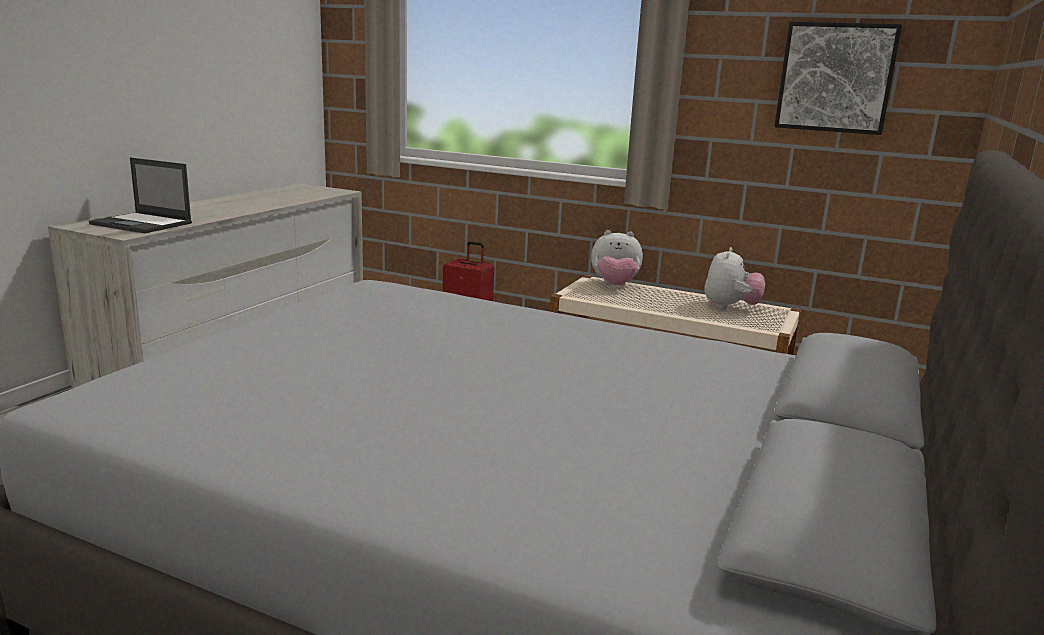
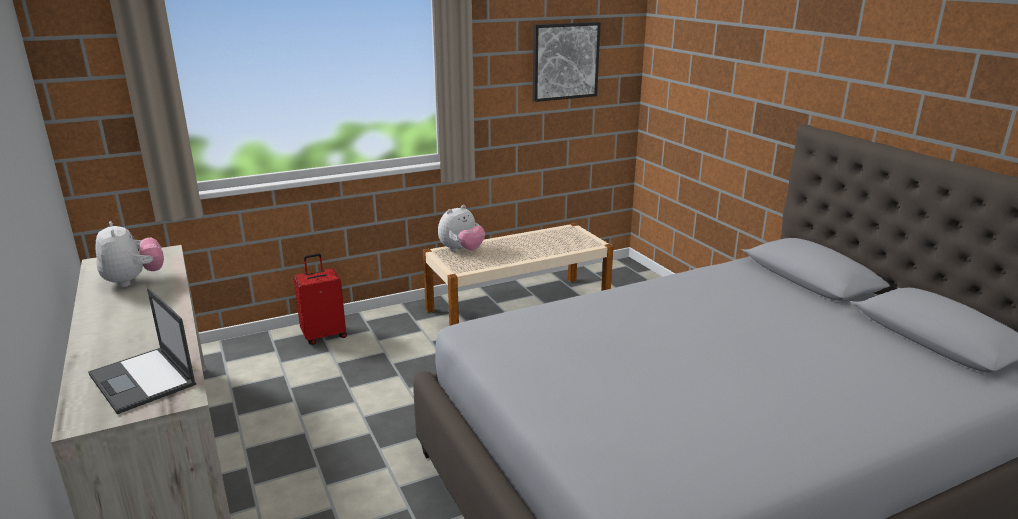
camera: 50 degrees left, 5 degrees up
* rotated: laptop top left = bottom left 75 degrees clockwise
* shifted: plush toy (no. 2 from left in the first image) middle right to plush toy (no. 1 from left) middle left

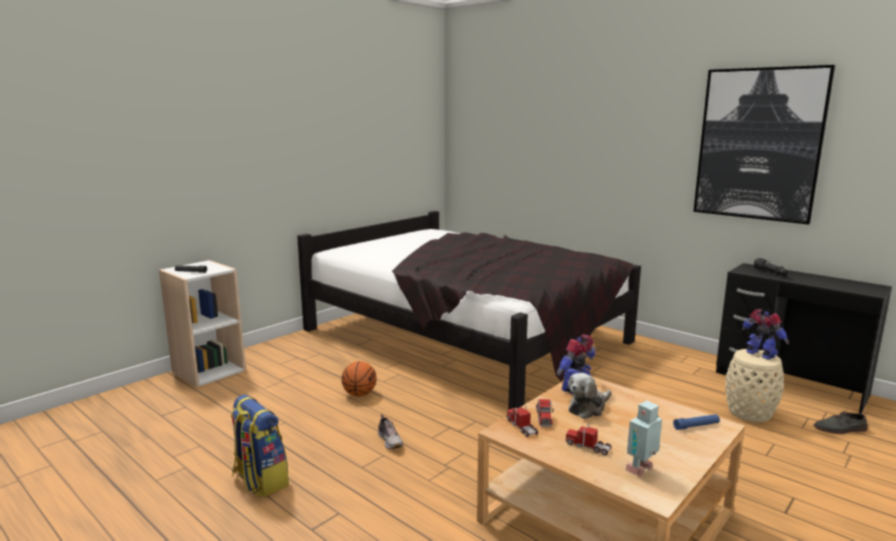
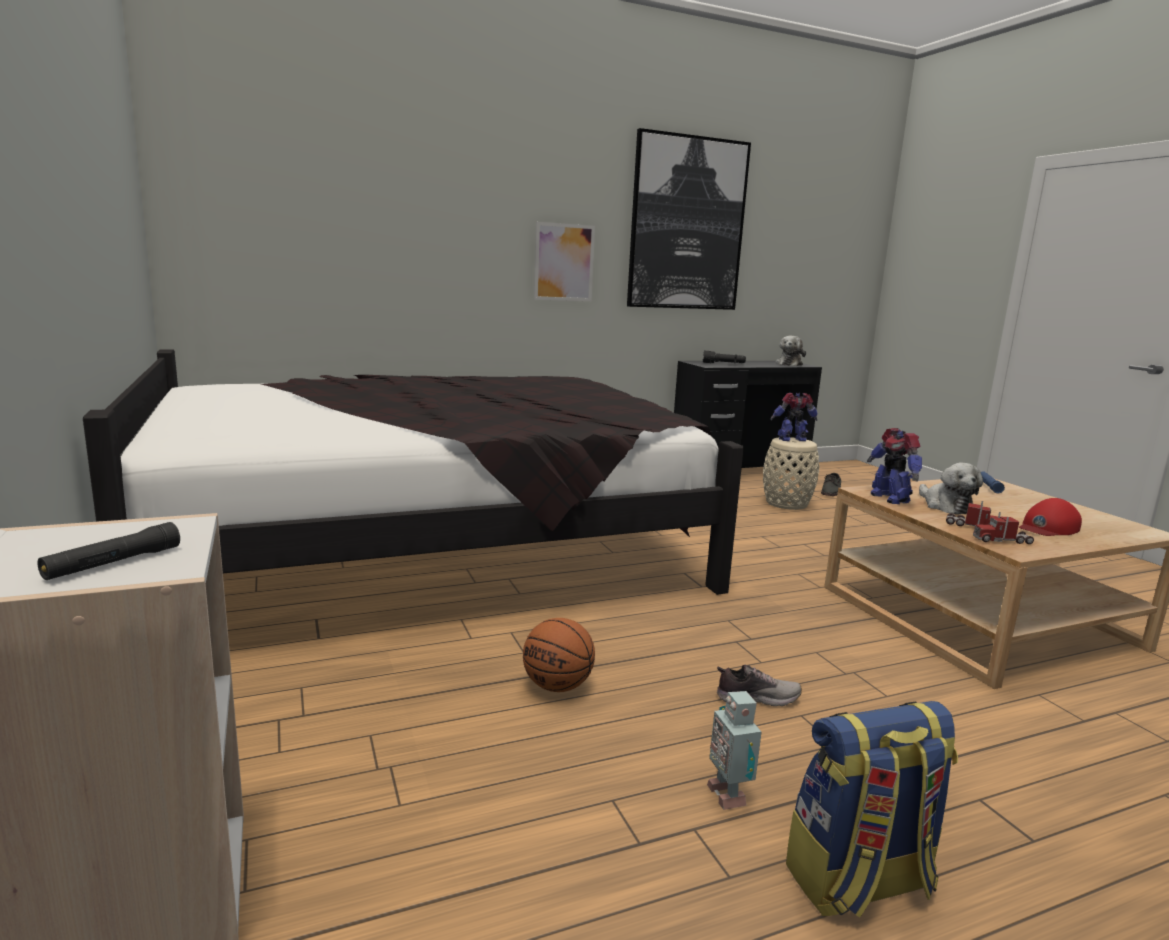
camera: 65 degrees left, 0 degrees up
* new: picture (no. 1 from left) top centre
* shifted: toy robot (no. 2 from left in the first image) bottom right to toy robot (no. 1 from left) bottom centre
* new: plush toy (no. 1 from left) middle right
* swapped: toy truck (no. 3 from left) bottom centre to red cap middle right

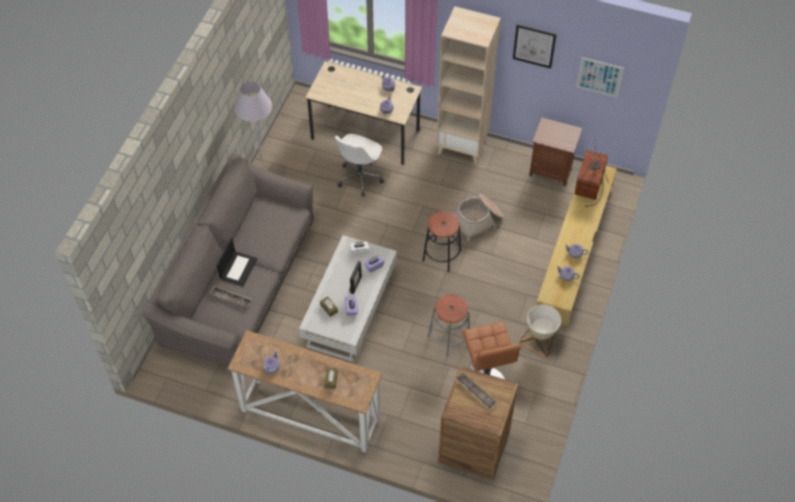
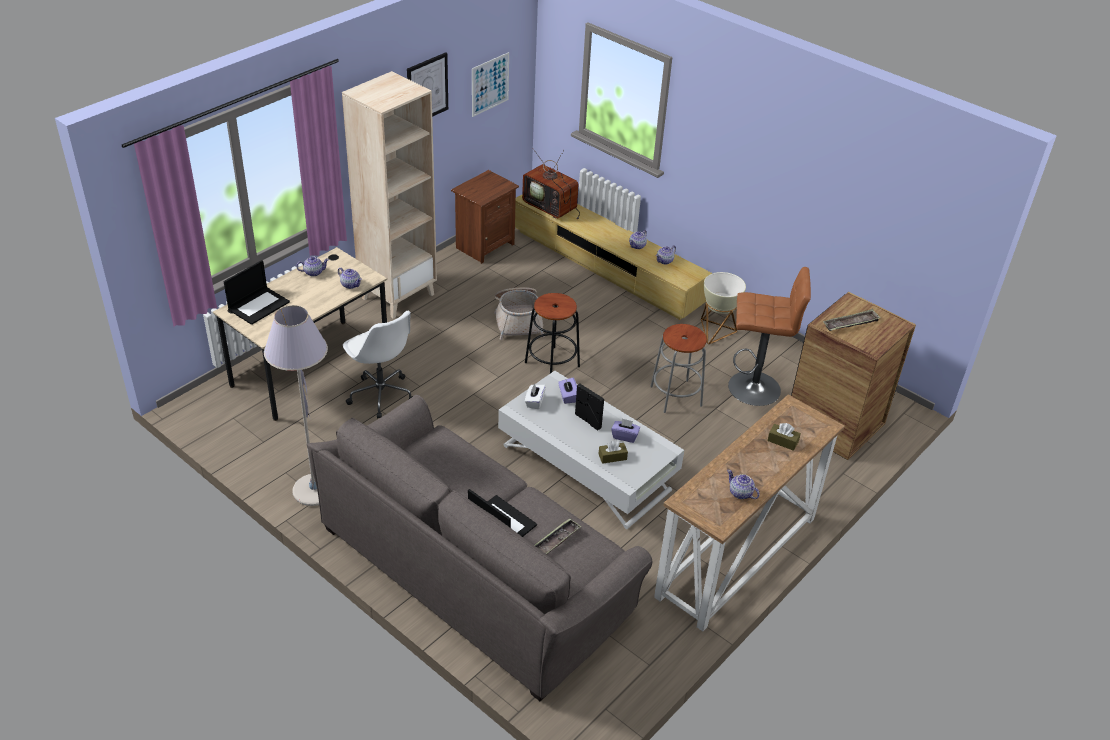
camera: 70 degrees left, 15 degrees down
* new: laptop (no. 1 from left) middle left

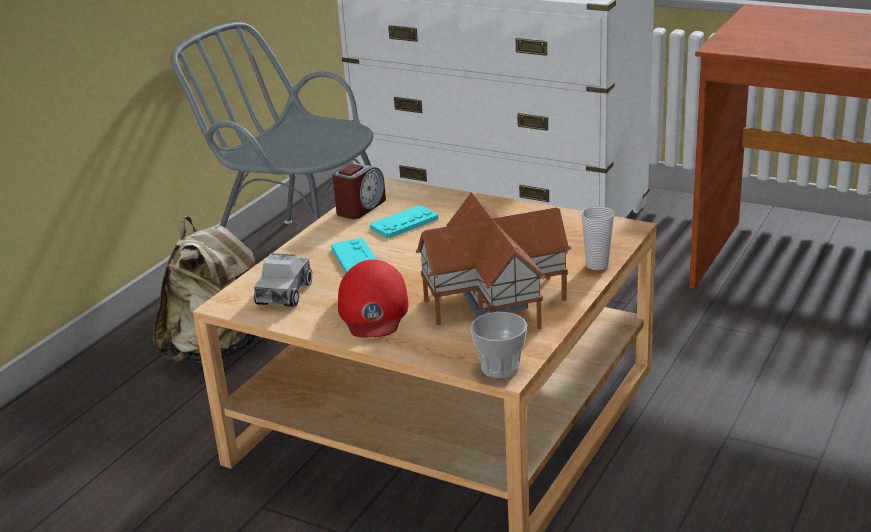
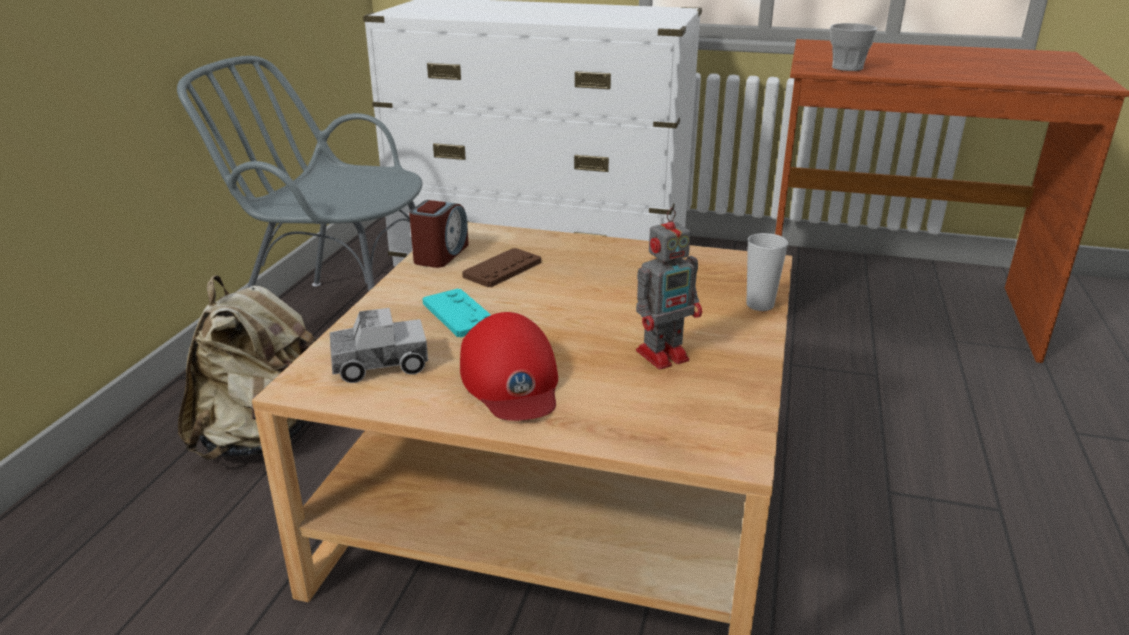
camera: 15 degrees left, 0 degrees up
* rotated: toy truck middle left = centre 105 degrees counterclockwise
* repainted: turquoise game controller (no. 2 from left) centre to brown game controller centre
* swapped: toy house centre to toy robot centre
* shifted: cup (no. 1 from left in the first image) centre to cup (no. 2 from left) top right

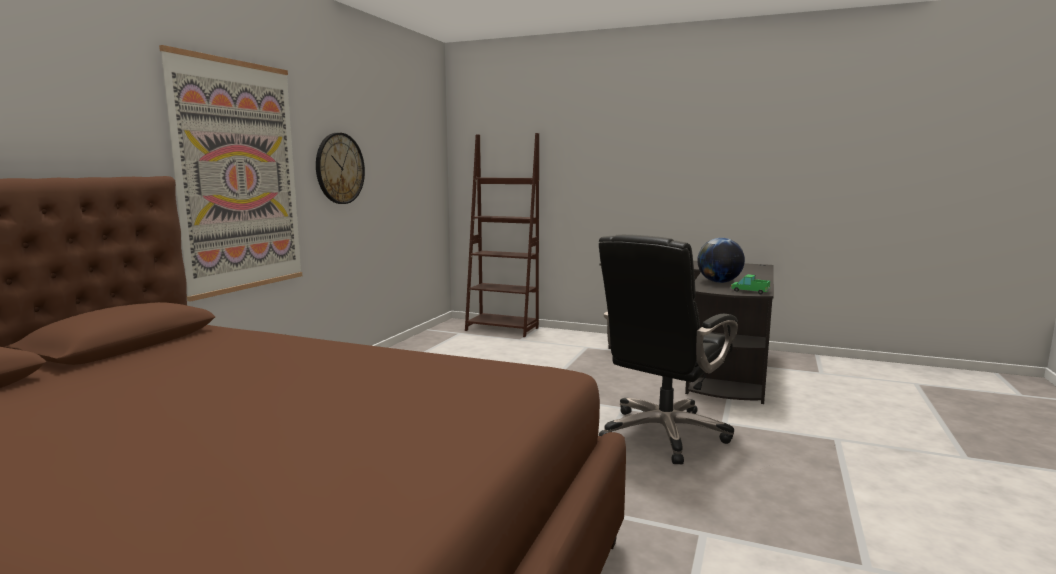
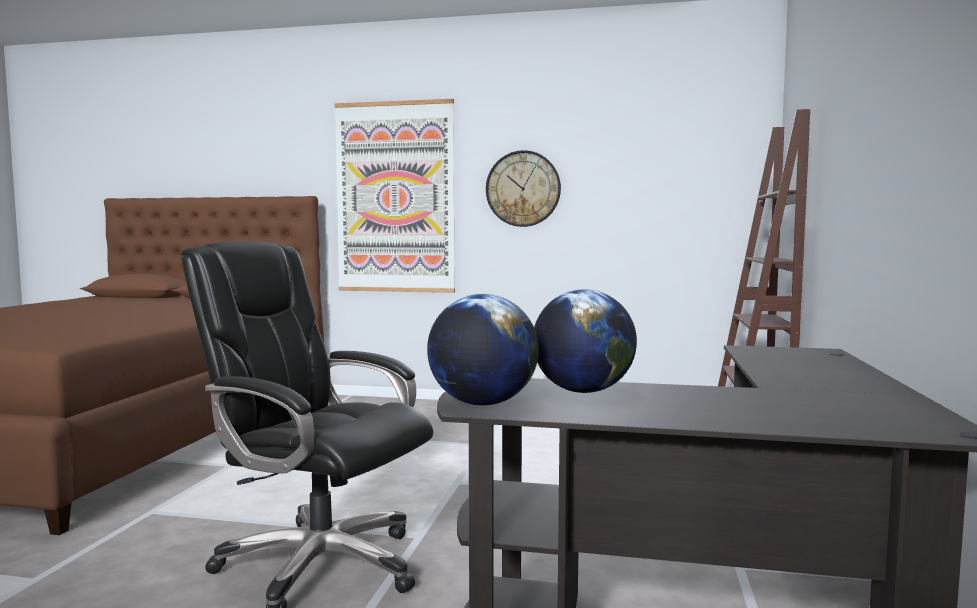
camera: 80 degrees right, 5 degrees down
* swapped: toy truck middle right to globe (no. 1 from left) centre

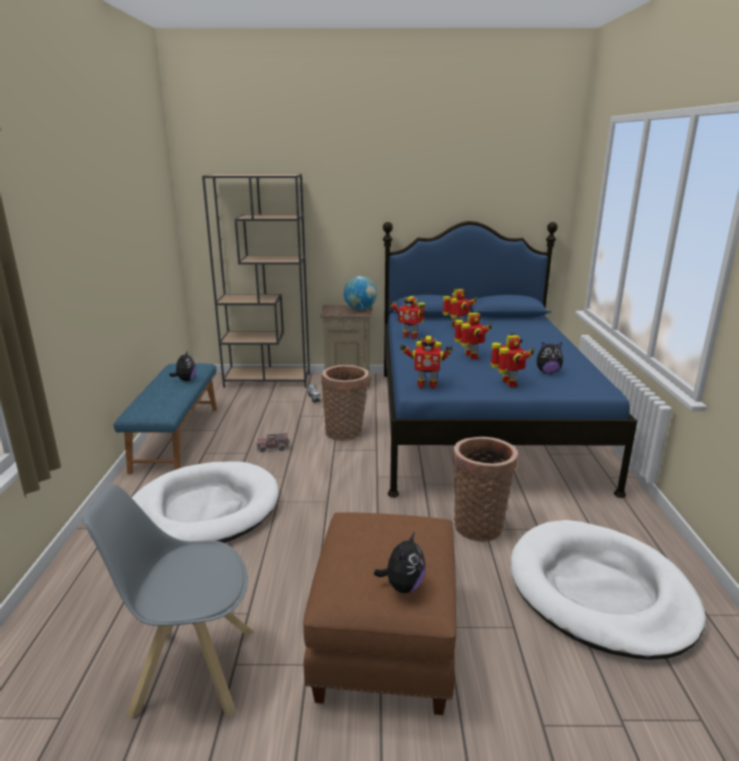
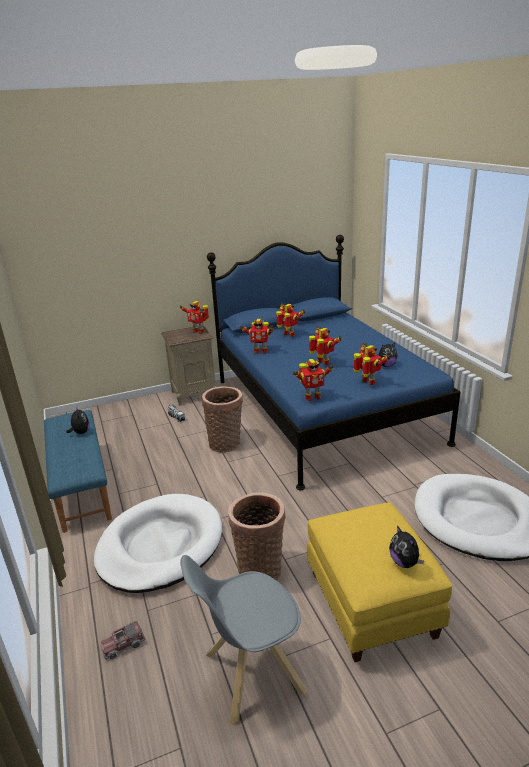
camera: 20 degrees left, 5 degrees up
* shifted: toy truck (no. 1 from left) centre to bottom left
* swapped: globe centre to toy robot (no. 1 from left) centre
* shifted: basket (no. 2 from left) centre to bottom centre
* repainted: brown ottoman bottom centre to yellow ottoman bottom right
* rotated: plush toy (no. 2 from left in the first image) bottom centre = bottom right 150 degrees clockwise
* gone: bookcase centre

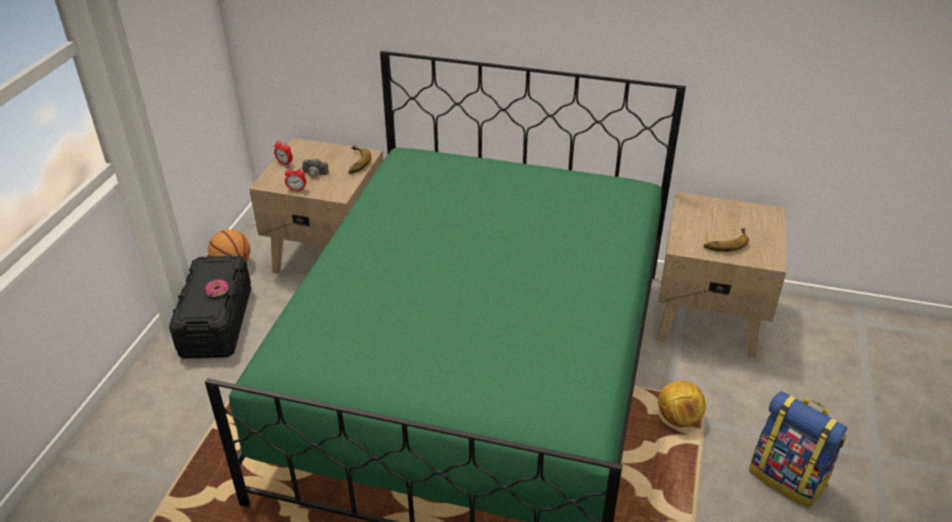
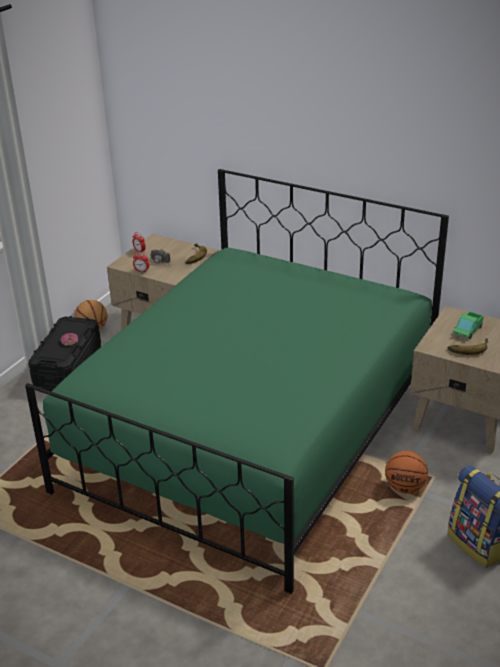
camera: 15 degrees right, 5 degrees down
* swapped: football bottom right to basketball (no. 2 from left) bottom right
* new: toy truck middle right

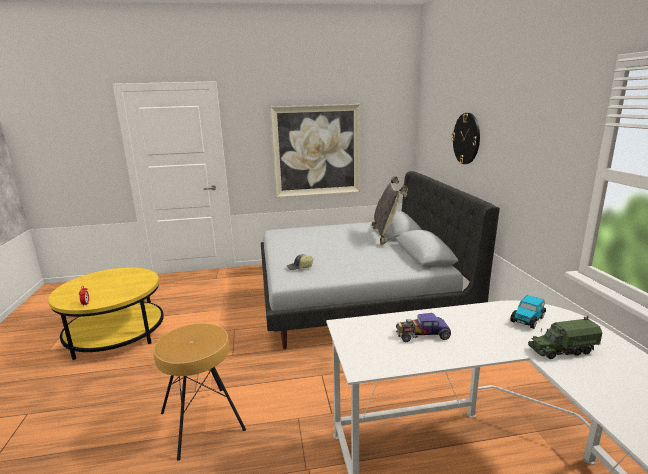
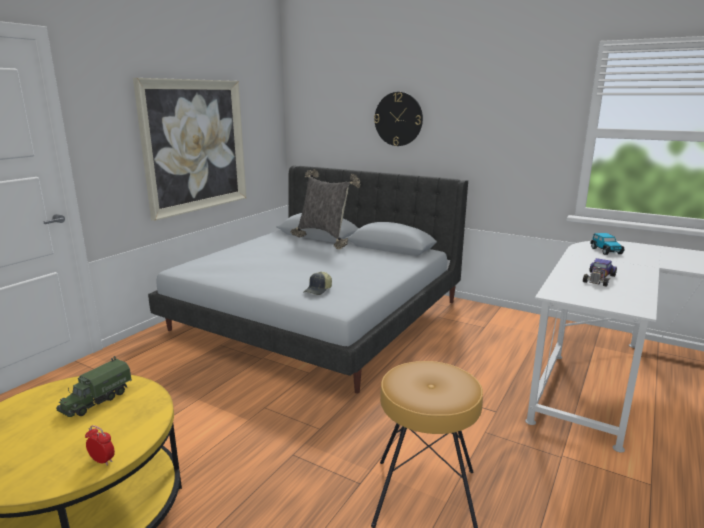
camera: 50 degrees left, 0 degrees up
* shifted: toy truck bottom right to bottom left

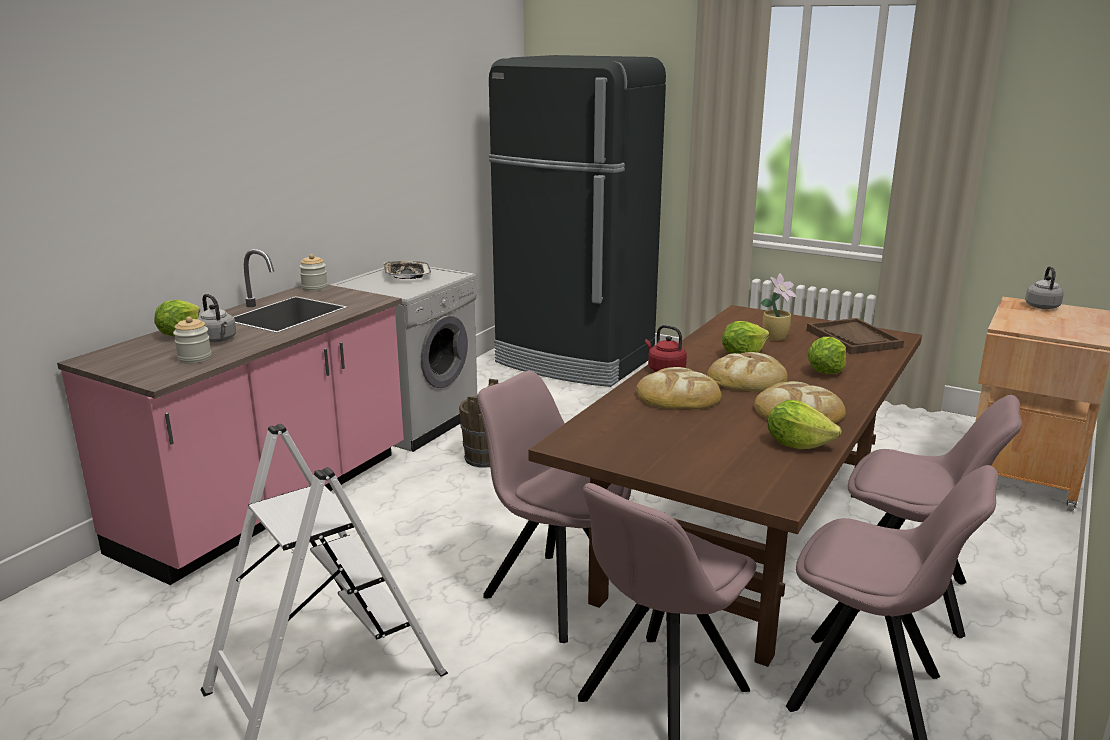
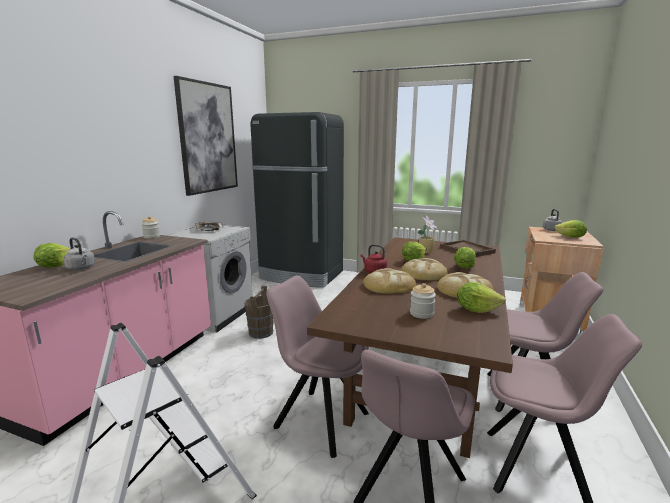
camera: 10 degrees left, 5 degrees down
* new: picture top left
* shifted: jar (no. 1 from left in the first image) middle left to jar (no. 2 from left) centre
* new: lettuce (no. 5 from left) middle right

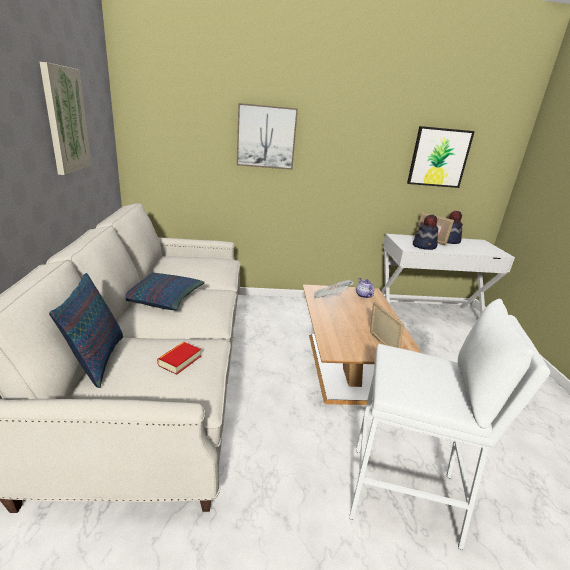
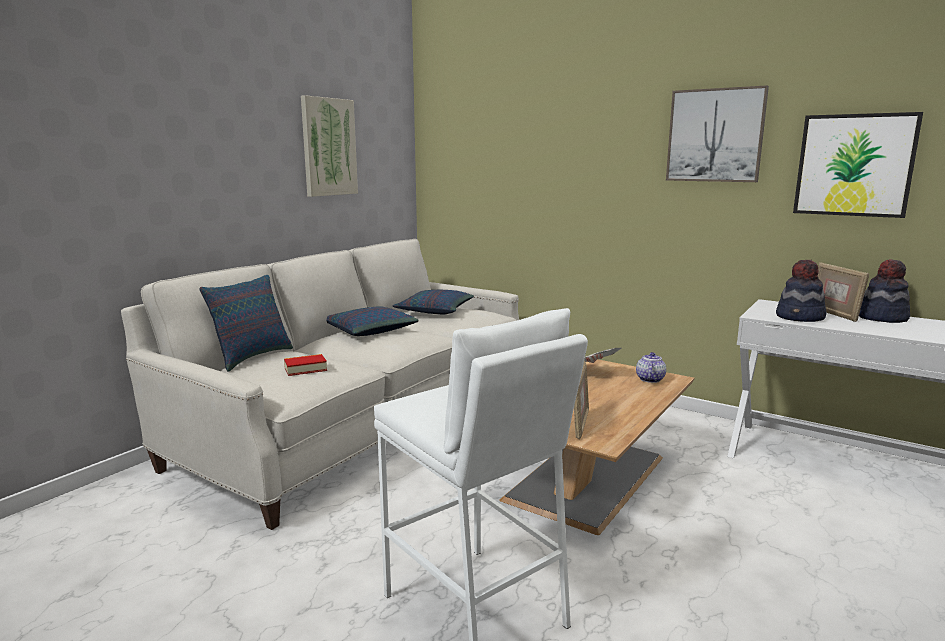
camera: 40 degrees right, 10 degrees down
* new: blue pillow (no. 3 from left) centre
* shifted: picture (no. 2 from left) top centre to top right

